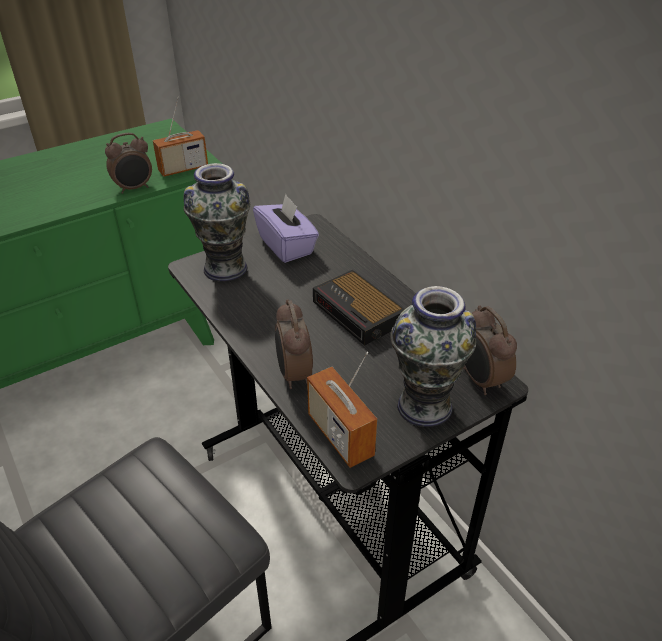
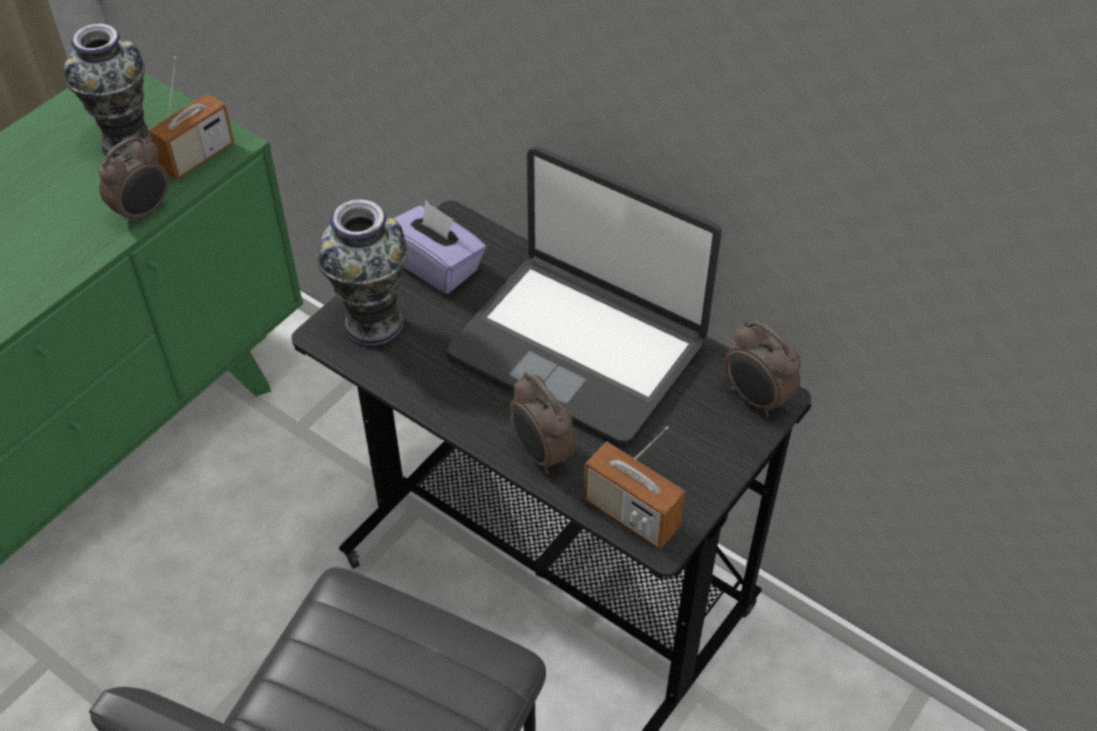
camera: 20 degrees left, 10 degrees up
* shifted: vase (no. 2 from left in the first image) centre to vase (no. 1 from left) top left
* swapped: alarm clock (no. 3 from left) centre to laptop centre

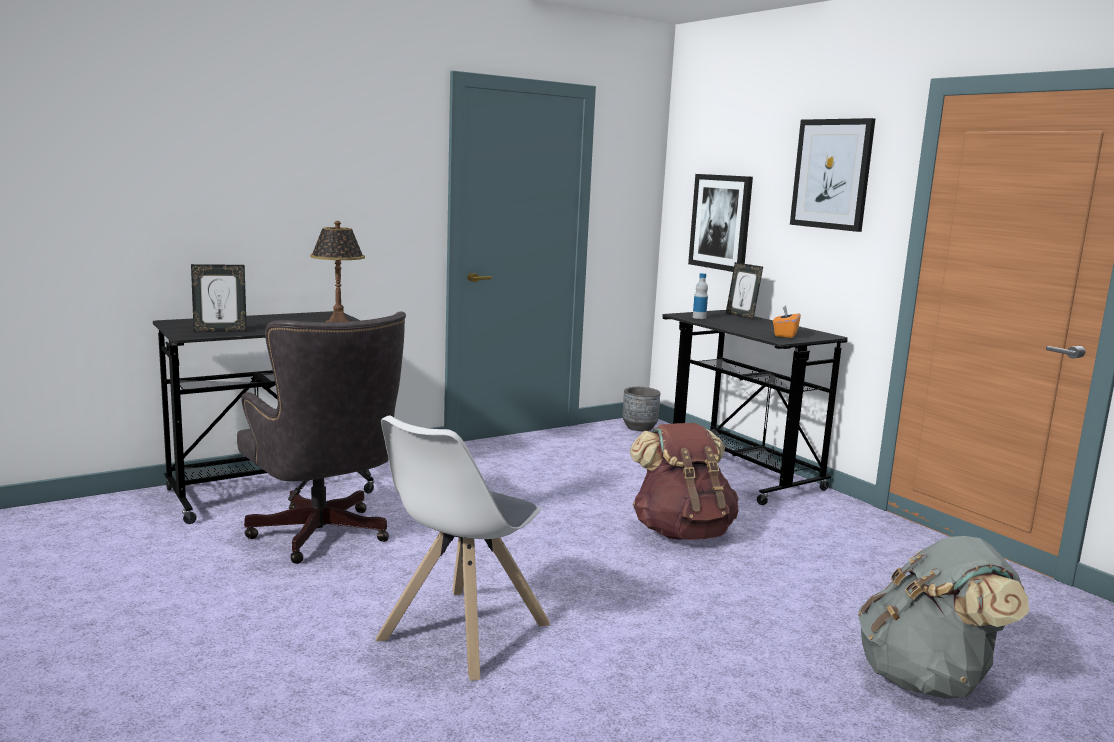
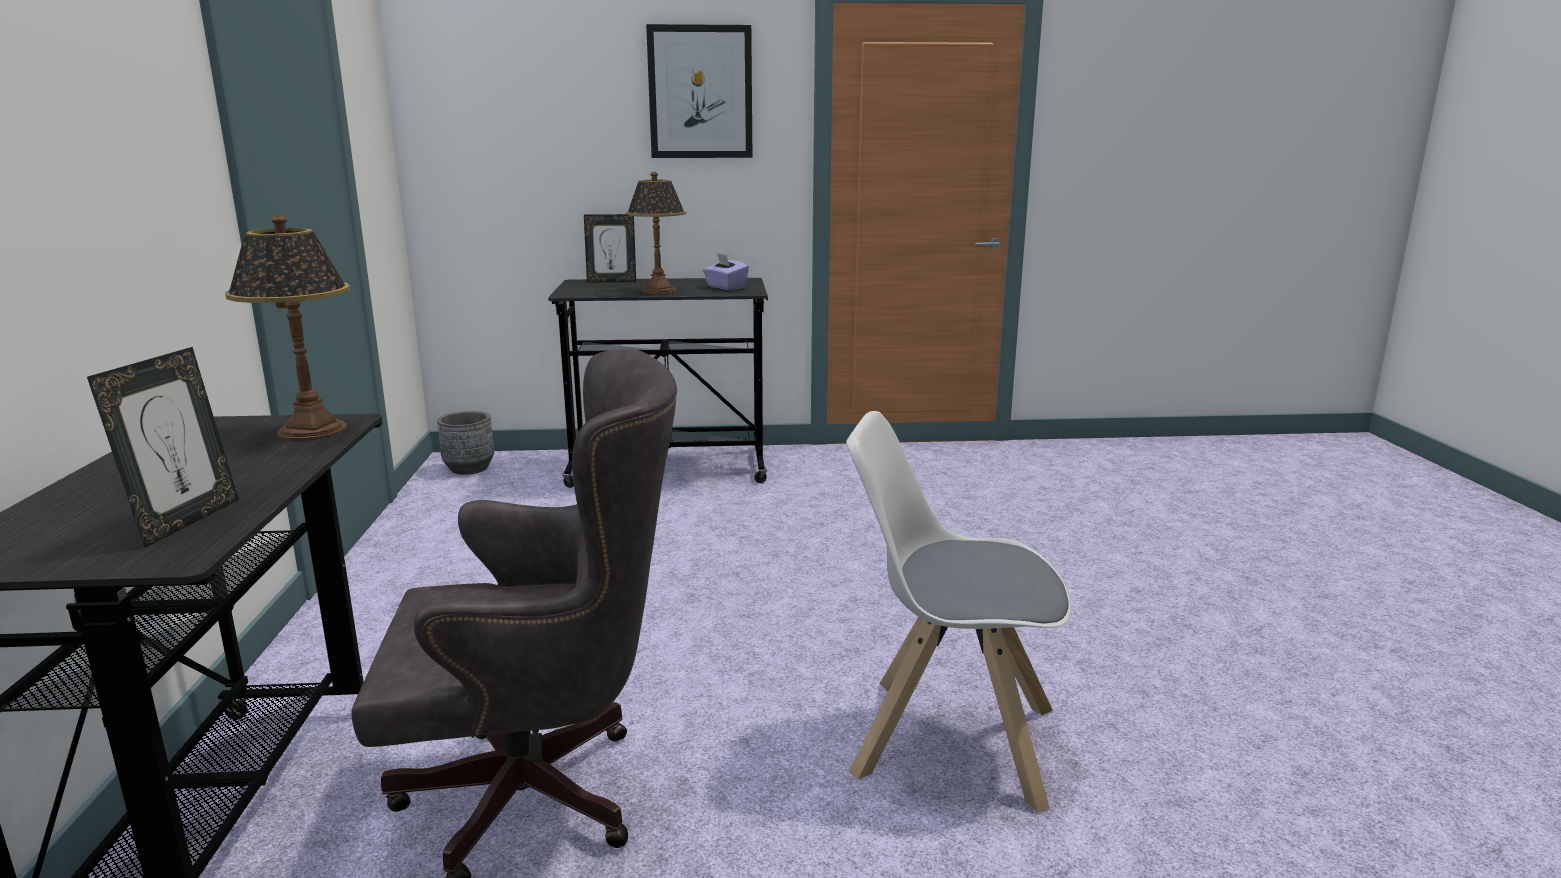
camera: 60 degrees left, 5 degrees up
* new: table lamp (no. 2 from left) top centre
* repainted: orange tissue box middle right to purple tissue box top centre
* rotated: chair bottom centre = bottom centre 135 degrees clockwise
* gone: brown backpack centre
* gone: picture (no. 1 from left) top centre
* gone: bottle centre
* gone: grey backpack bottom right

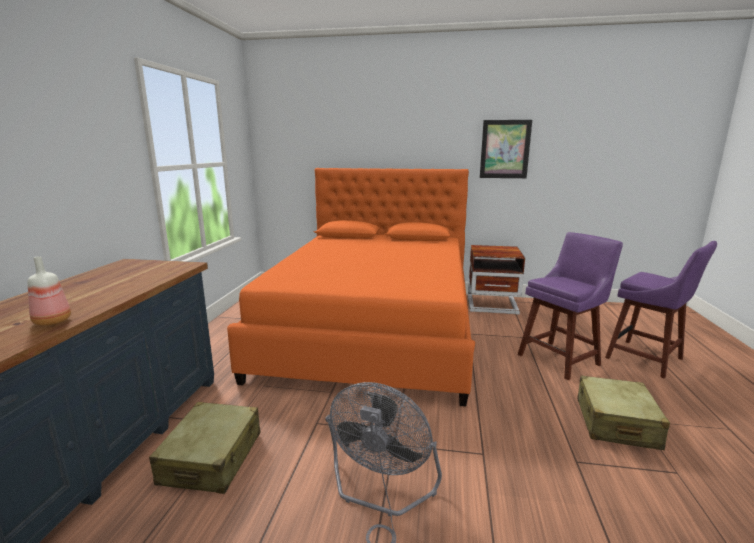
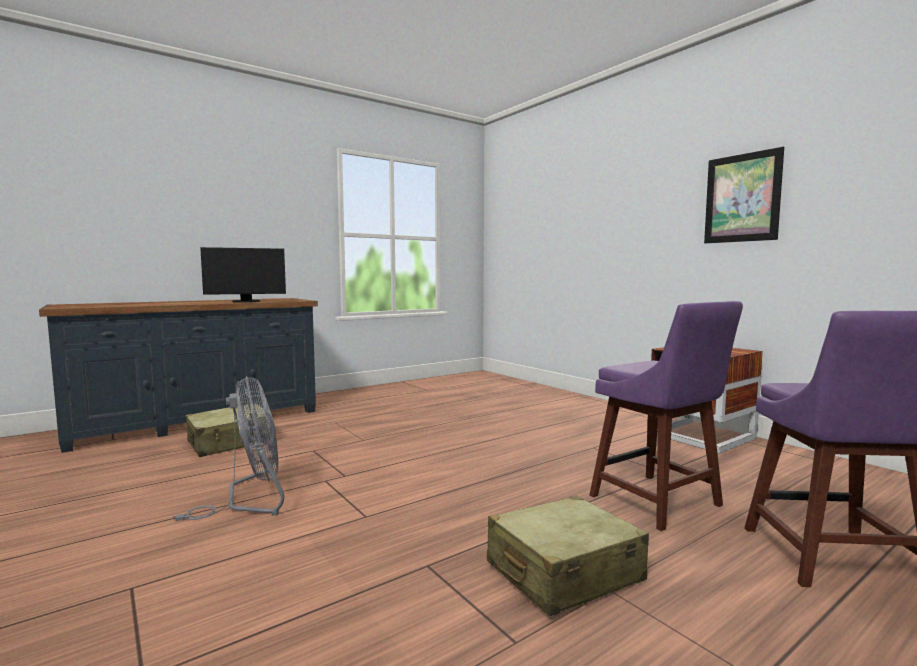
camera: 45 degrees right, 10 degrees down
* new: monitor middle left
* rotated: purple chair (no. 1 from left) middle right = middle right 45 degrees clockwise
* gone: bottle middle left
* gone: orange bed centre

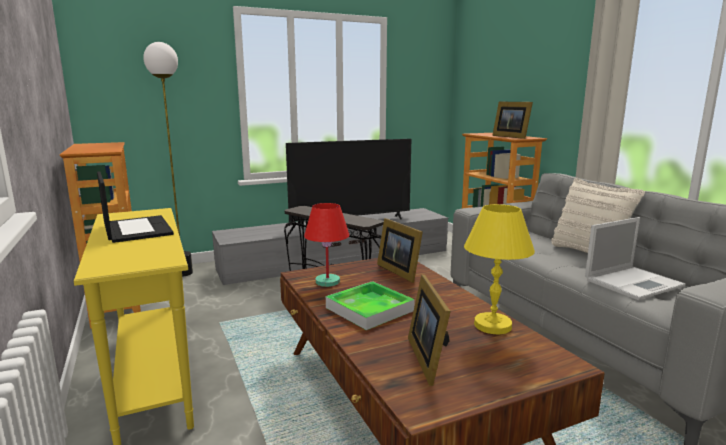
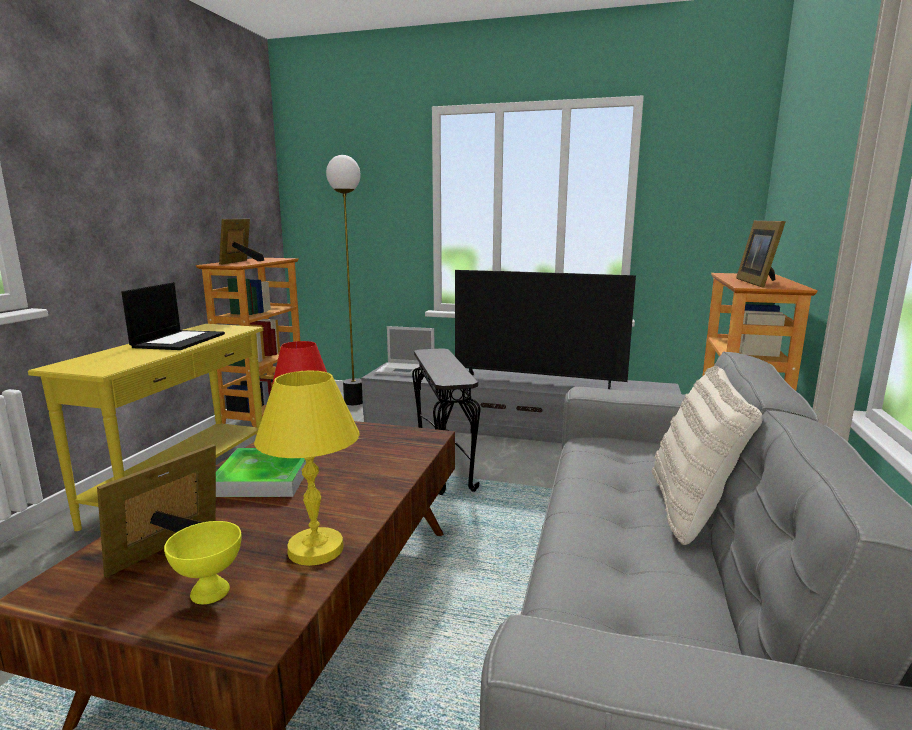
camera: 40 degrees right, 0 degrees up
* new: yellow bowl bottom left
* shifted: picture frame (no. 1 from left in the first image) centre to picture frame (no. 2 from left) top left
* shifted: laptop (no. 2 from left) middle right to centre

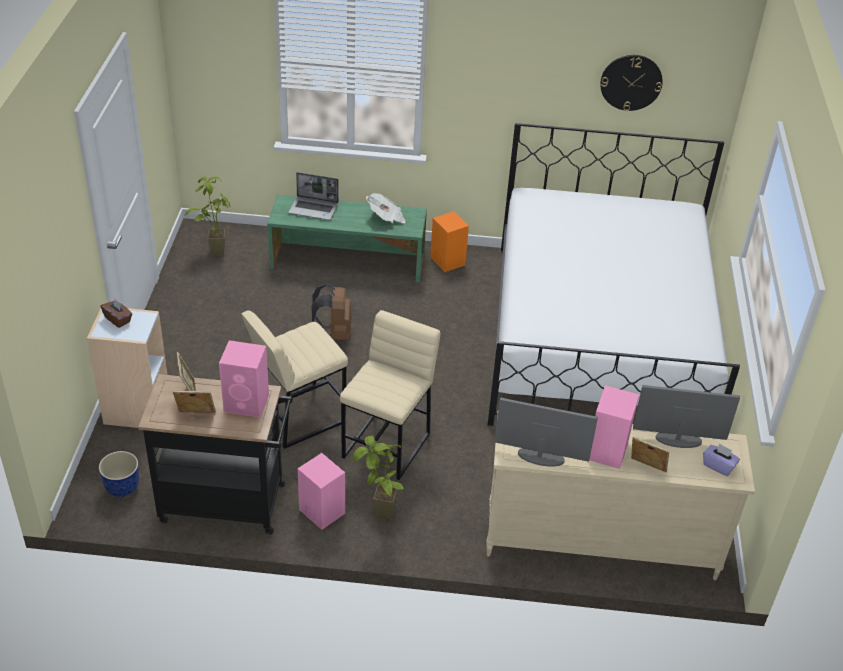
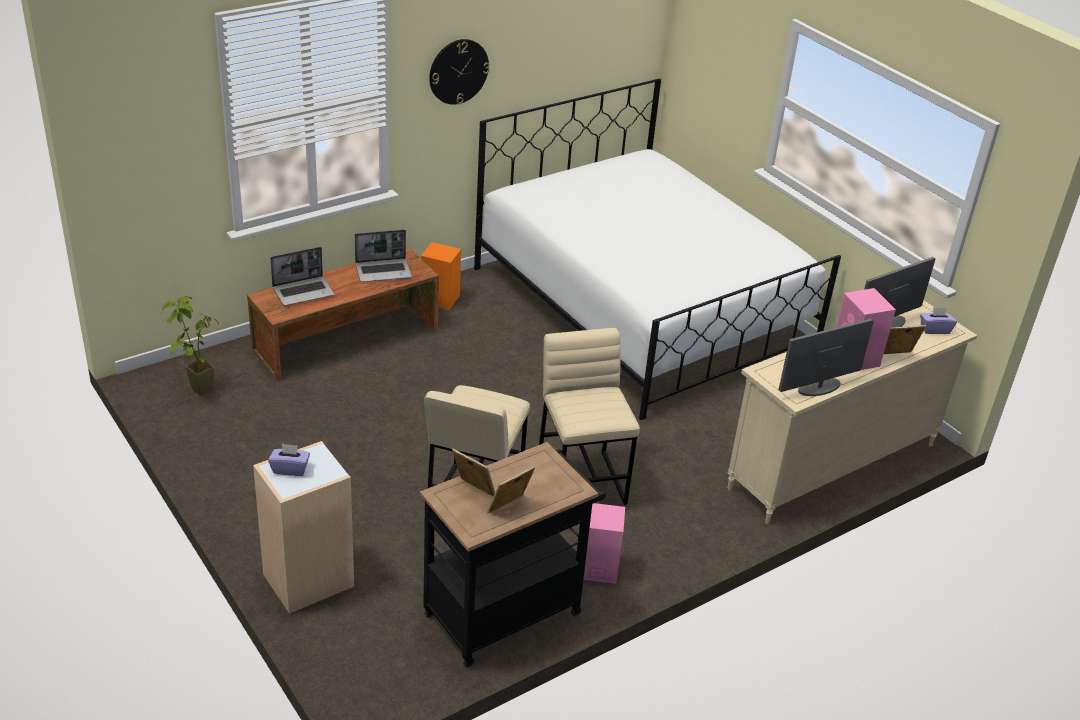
camera: 40 degrees left, 5 degrees down
* repainted: green bench centre to brown bench middle left
* repainted: brown tissue box middle left to purple tissue box (no. 1 from left) middle left
* swapped: newspaper top centre to laptop (no. 2 from left) centre
* shifted: wall clock top right to top centre
* gone: planter bottom left
* gone: pink speaker (no. 1 from left) middle left
* gone: brown backpack centre
* gone: potted plant (no. 2 from left) bottom centre

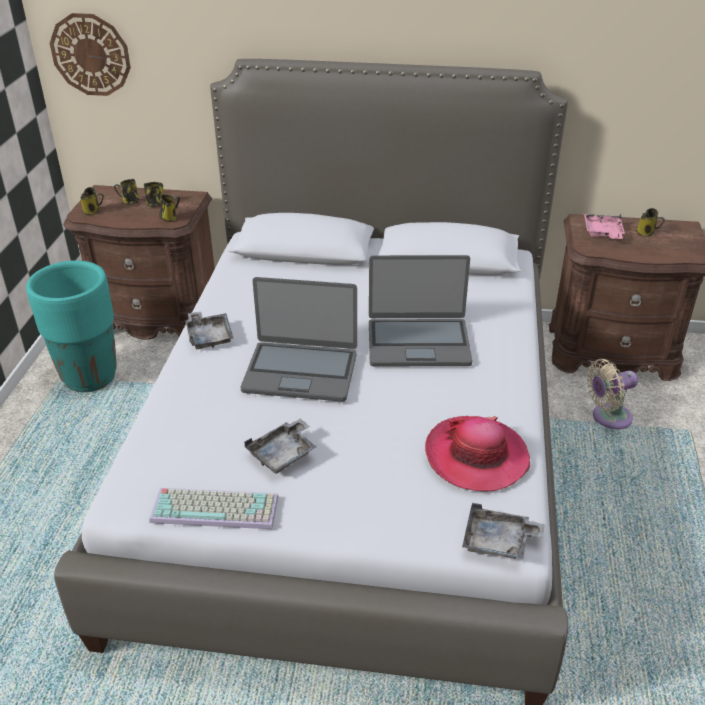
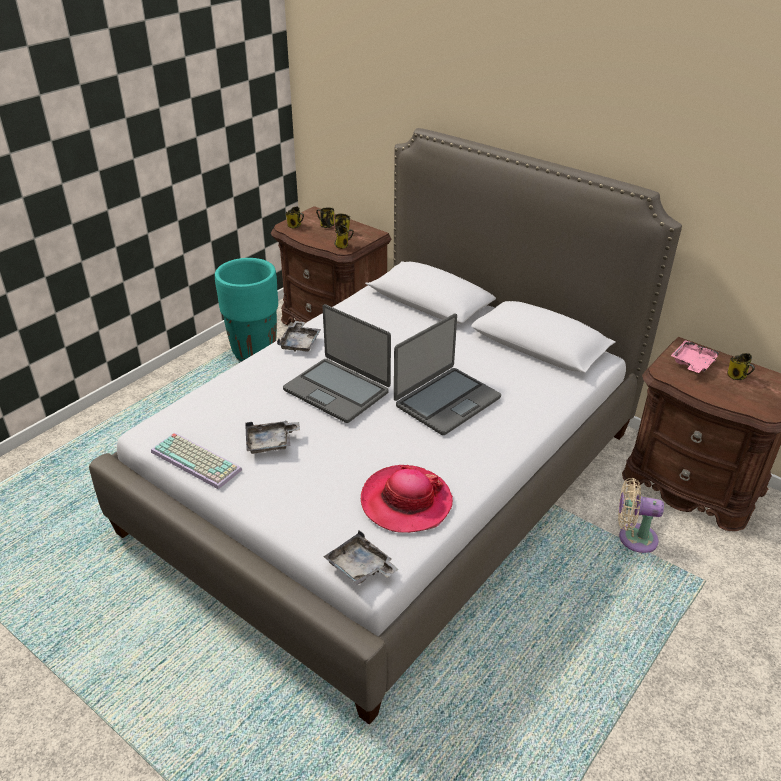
camera: 30 degrees right, 0 degrees up
* rotated: laptop (no. 2 from left) centre = centre 75 degrees counterclockwise
* gone: wall clock top left

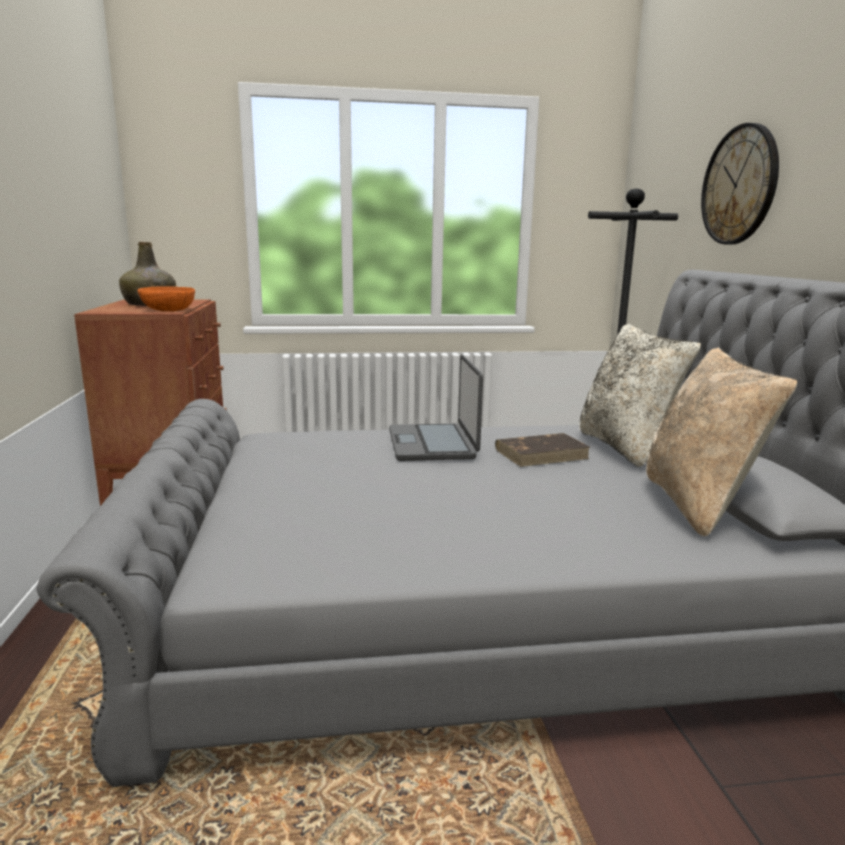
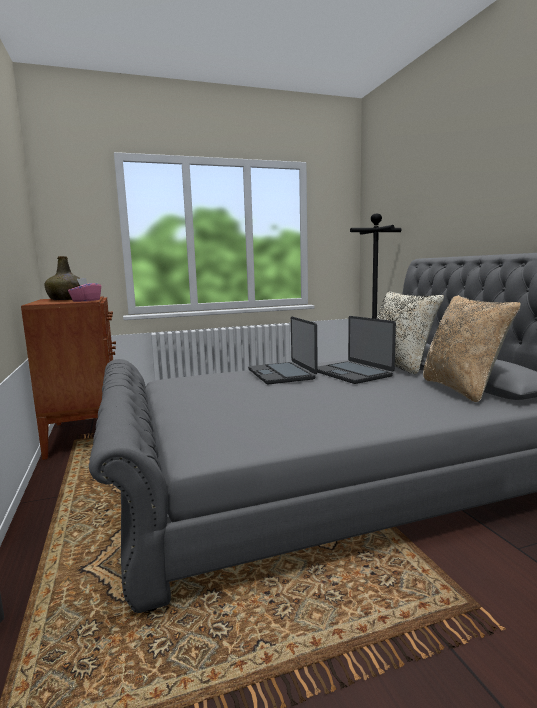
camera: 10 degrees left, 5 degrees down
* swapped: orange bowl middle left to pink tissue box middle left
* swapped: brown book centre to laptop (no. 2 from left) centre
* gone: wall clock top right

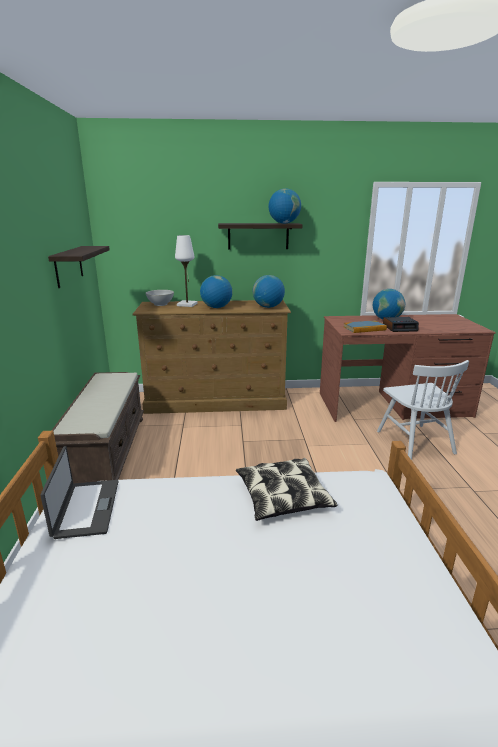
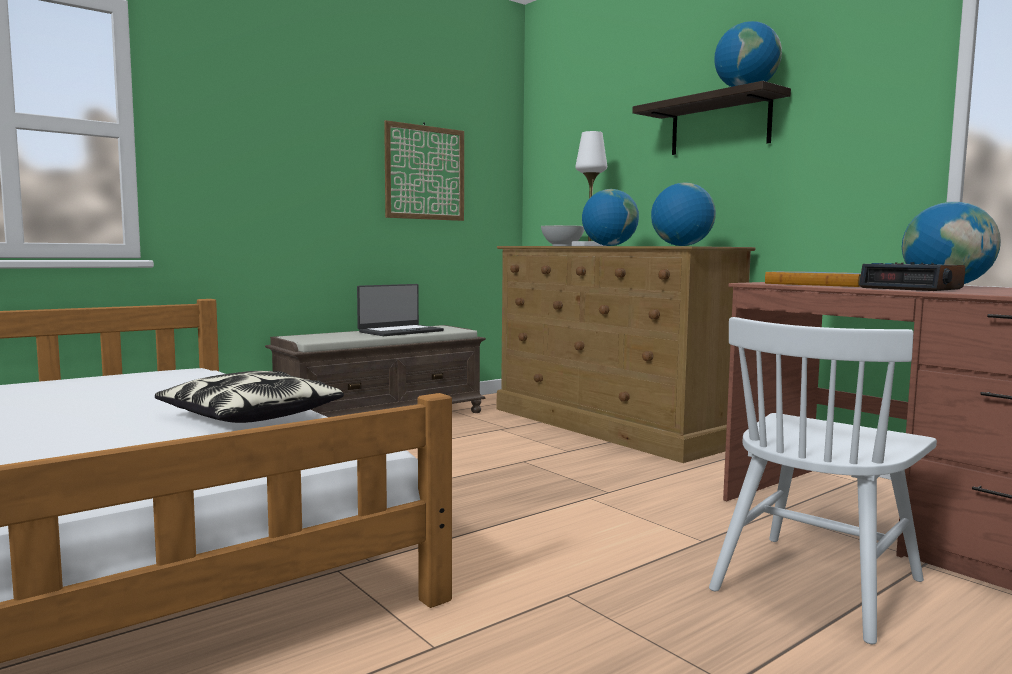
camera: 55 degrees right, 15 degrees down
* shifted: laptop middle left to centre
* swapped: shelf (no. 1 from left) middle left to picture top centre

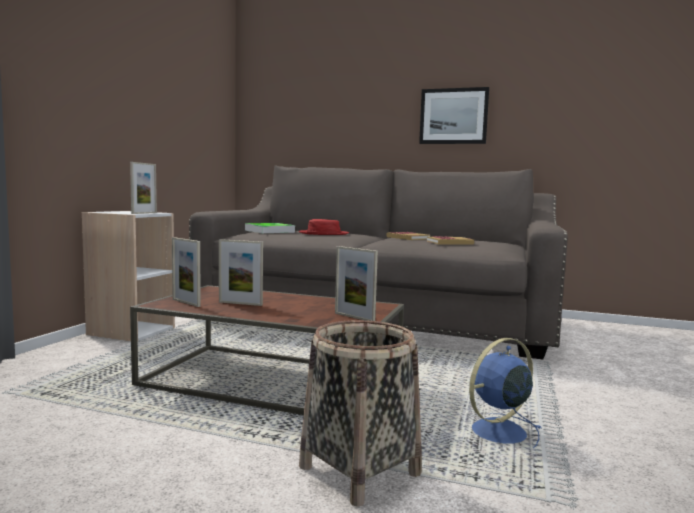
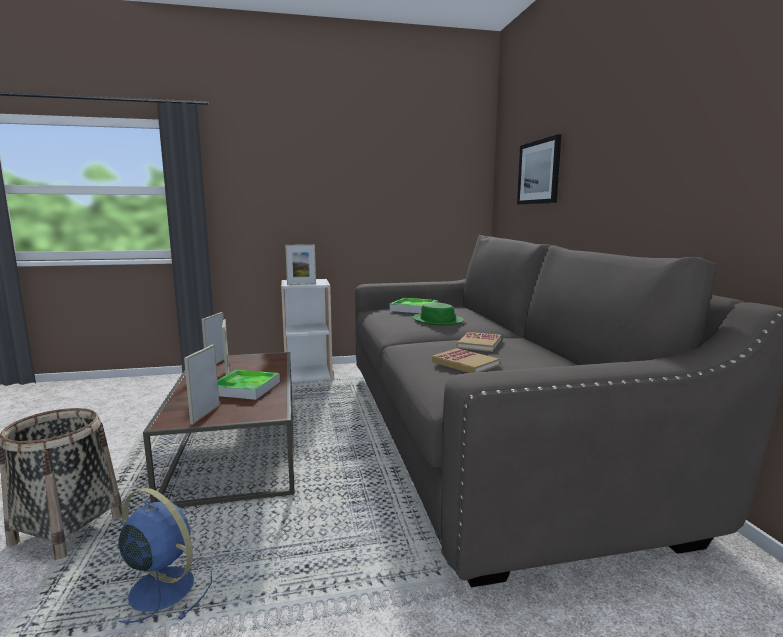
camera: 60 degrees right, 5 degrees up
* new: tray (no. 1 from left) middle left
* repainted: red hat centre to green hat centre
* shifted: picture top centre to top right

